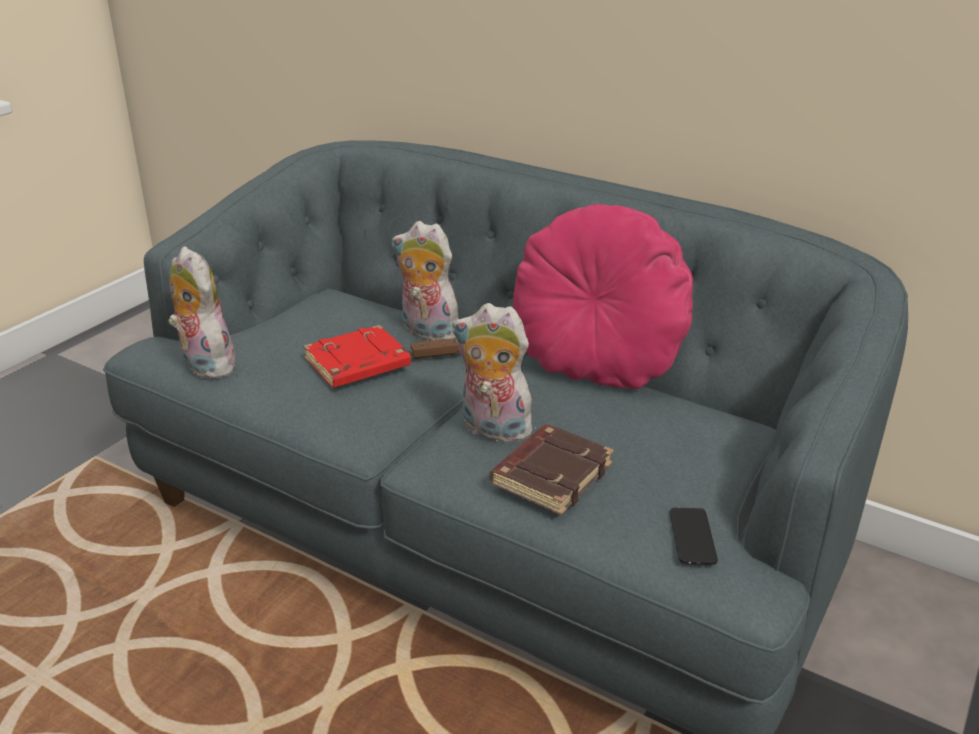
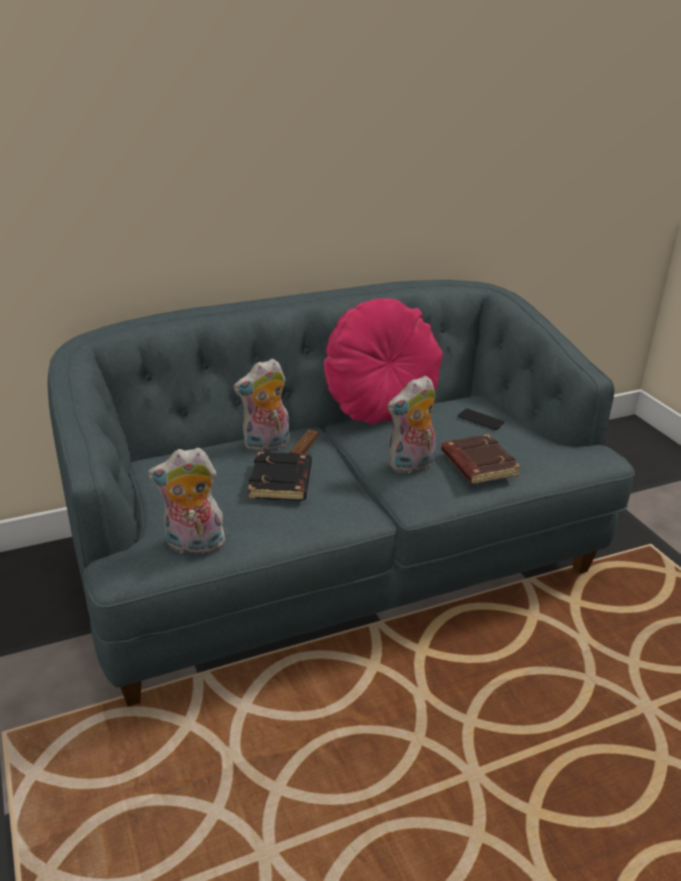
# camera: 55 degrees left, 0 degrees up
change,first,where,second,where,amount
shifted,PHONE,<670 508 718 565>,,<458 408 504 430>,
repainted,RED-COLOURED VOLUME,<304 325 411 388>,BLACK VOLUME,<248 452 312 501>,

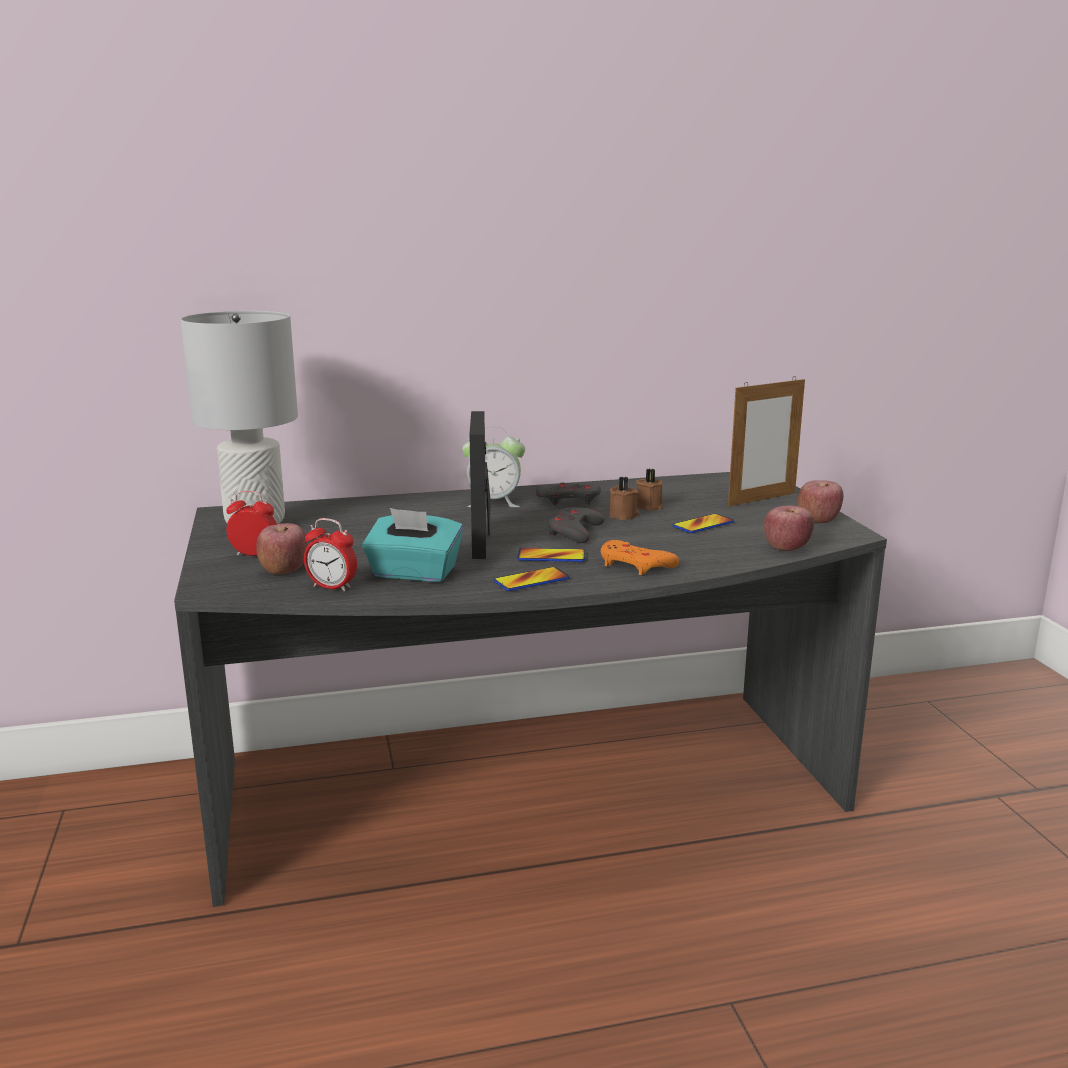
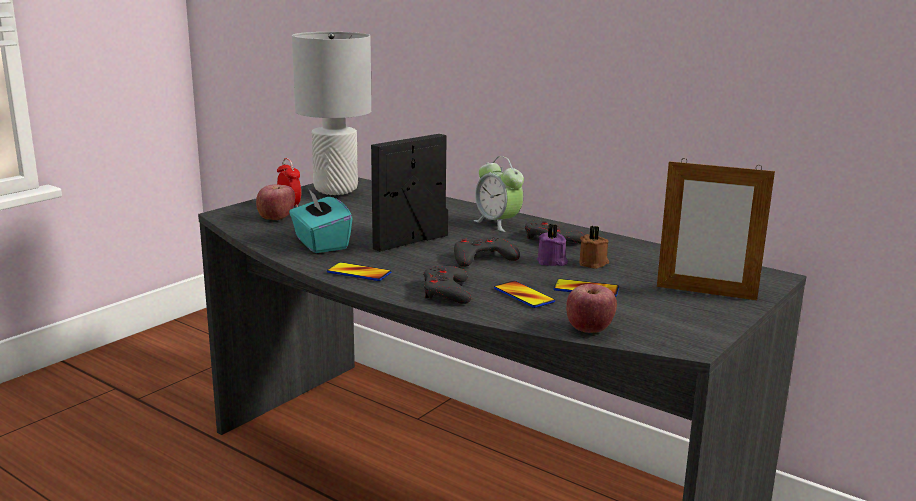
# camera: 50 degrees right, 0 degrees up
change,first,where,second,where,amount
gone,BEDSIDE CLOCK,<304 518 357 592>,,,
gone,APPLE FRUIT,<798 480 843 523>,,,
shifted,PHONE,<517 548 585 562>,,<494 281 555 308>,
repainted,ORANGE GAME CONTROLLER,<601 540 679 575>,GREYISH GAME CONTROLLER,<423 266 471 304>,
repainted,BROWN-COLOURED WAX LIGHT,<609 477 640 521>,PURPLISH WAX LIGHT,<537 224 568 266>,

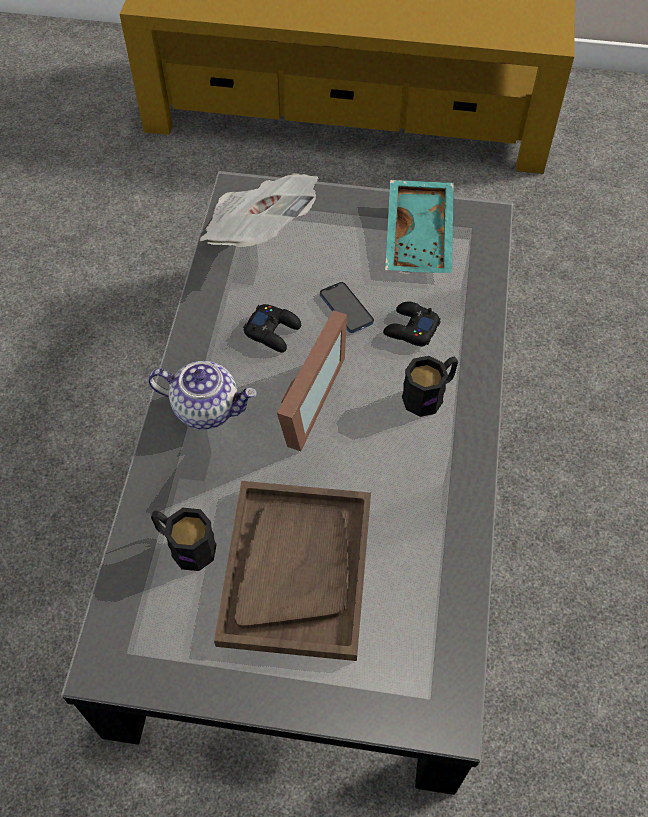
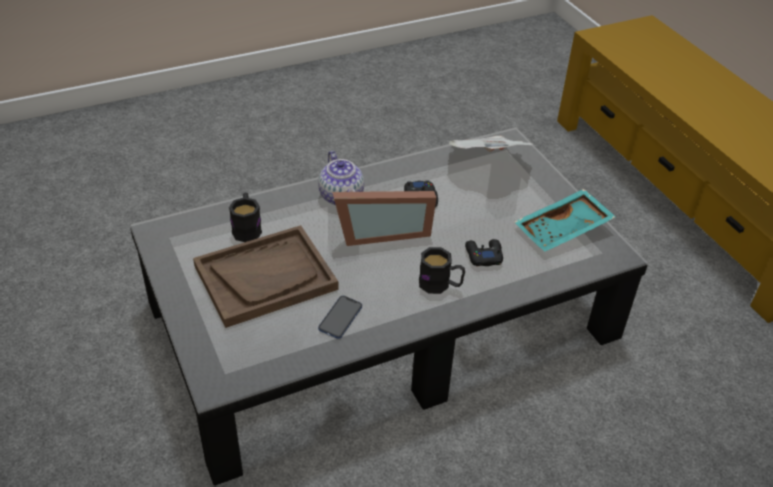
# camera: 55 degrees right, 15 degrees down
change,first,where,second,where,amount
shifted,PHONE,<320 282 374 333>,,<318 296 362 339>,

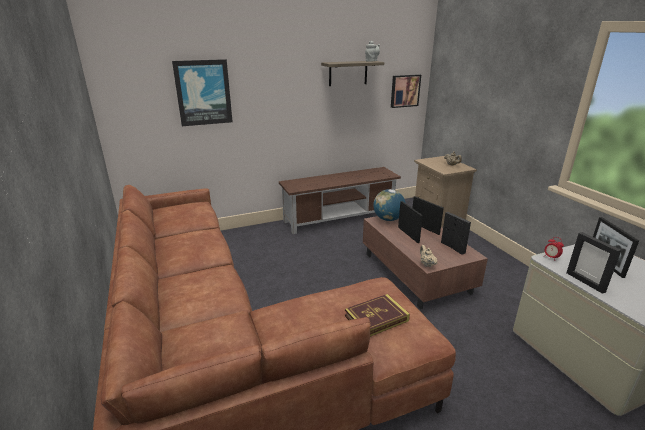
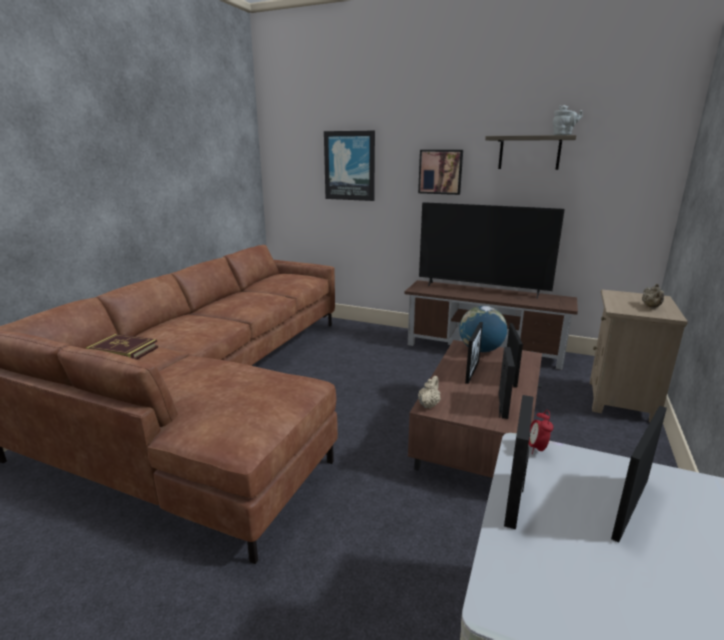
# camera: 45 degrees right, 5 degrees down
change,first,where,second,where,amount
new,,,TV,<419 202 565 299>,
shifted,VOLUME,<345 294 410 337>,,<86 334 158 360>,
shifted,WALL PICTURE,<391 74 421 108>,,<418 150 463 195>,

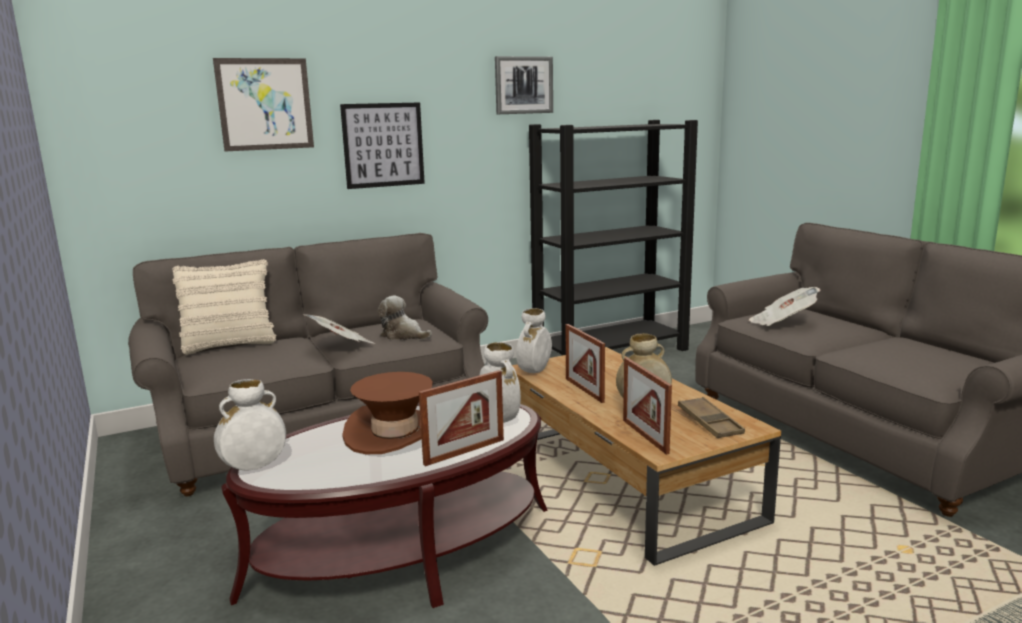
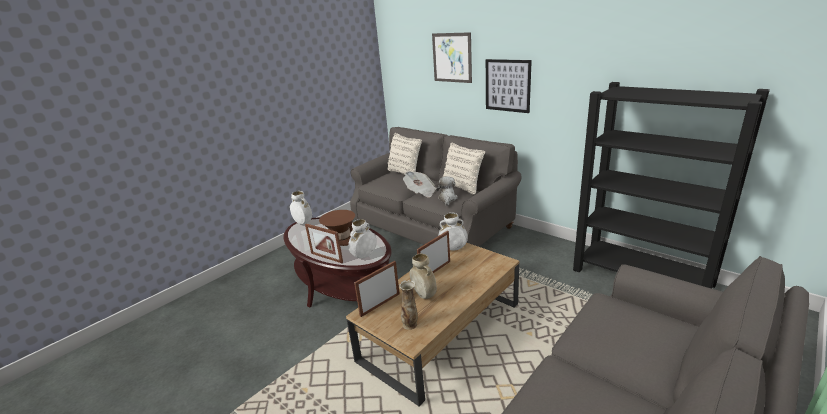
# camera: 70 degrees right, 10 degrees up
change,first,where,second,where,amount
gone,WALL PICTURE,<495 56 553 114>,,,
gone,PRINTED PAPER,<749 287 821 326>,,,
new,,,SAND-COLOURED THROW PILLOW,<443 142 485 195>,
swapped,BROWN-COLOURED CARRYING TRAY,<678 397 745 438>,DECORATIVE VASE,<399 280 418 330>,

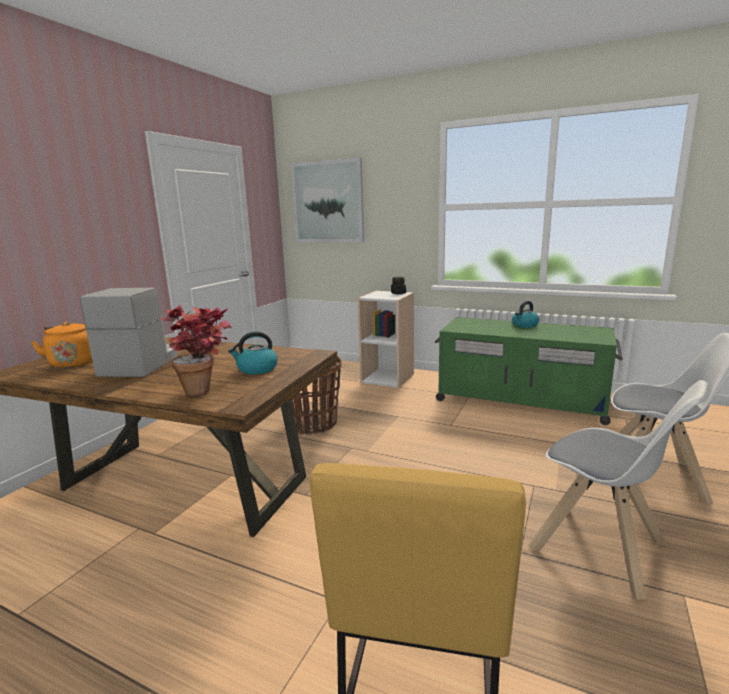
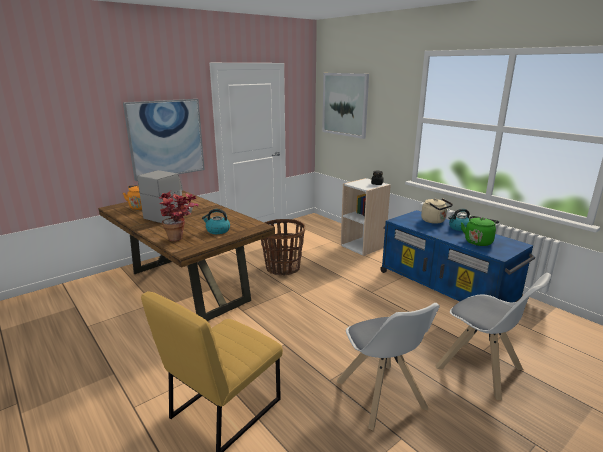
# camera: 25 degrees right, 5 degrees up
change,first,where,second,where,amount
new,,,WALL PICTURE,<123 99 205 181>,
new,,,SAND-COLOURED WATER KETTLE,<421 198 453 224>,
new,,,GREEN-COLOURED WATER KETTLE,<461 216 499 246>,
repainted,GREEN-COLOURED STORAGE CABINET,<435 317 623 425>,BLUISH STORAGE CABINET,<380 210 535 302>,

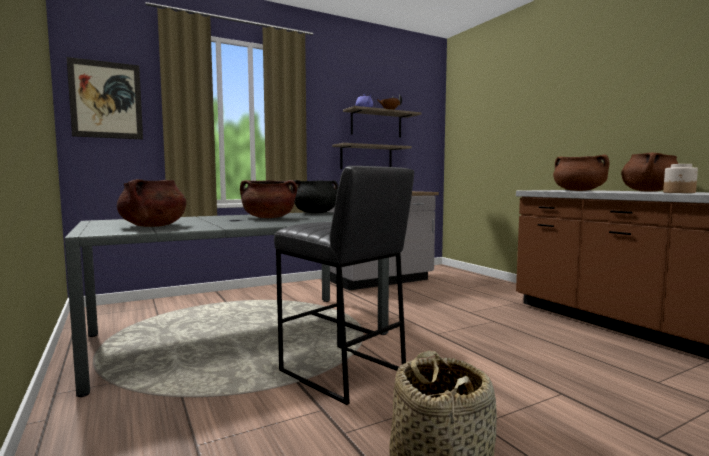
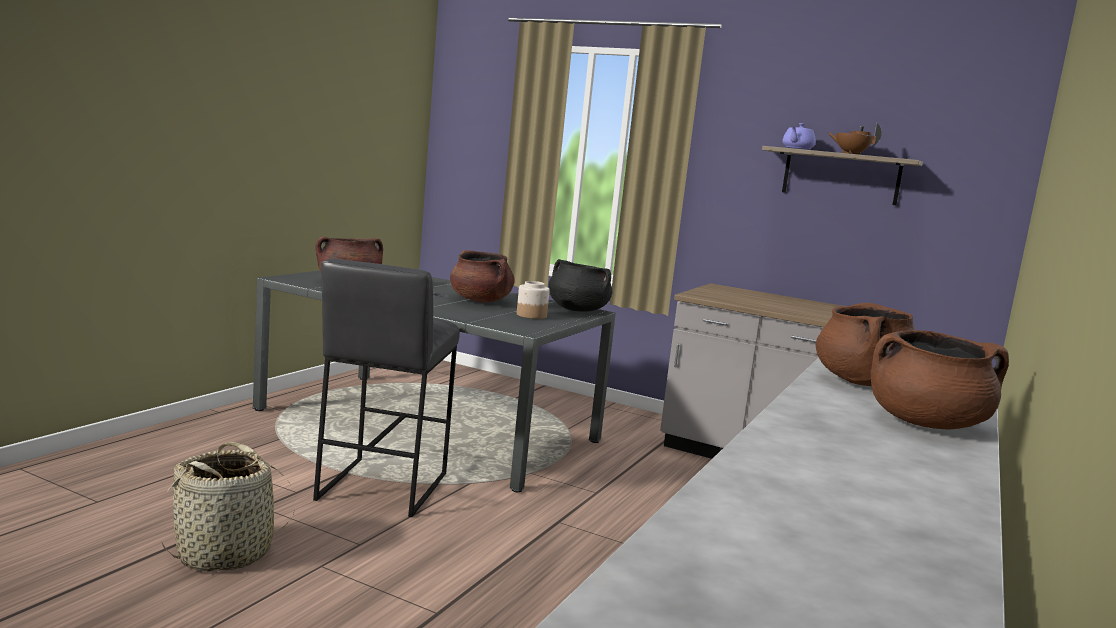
# camera: 55 degrees right, 5 degrees up
change,first,where,second,where,amount
gone,WALL PICTURE,<67 57 143 139>,,,
gone,SHELF,<332 143 412 169>,,,
shifted,JAR,<663 164 698 193>,,<517 281 550 319>,

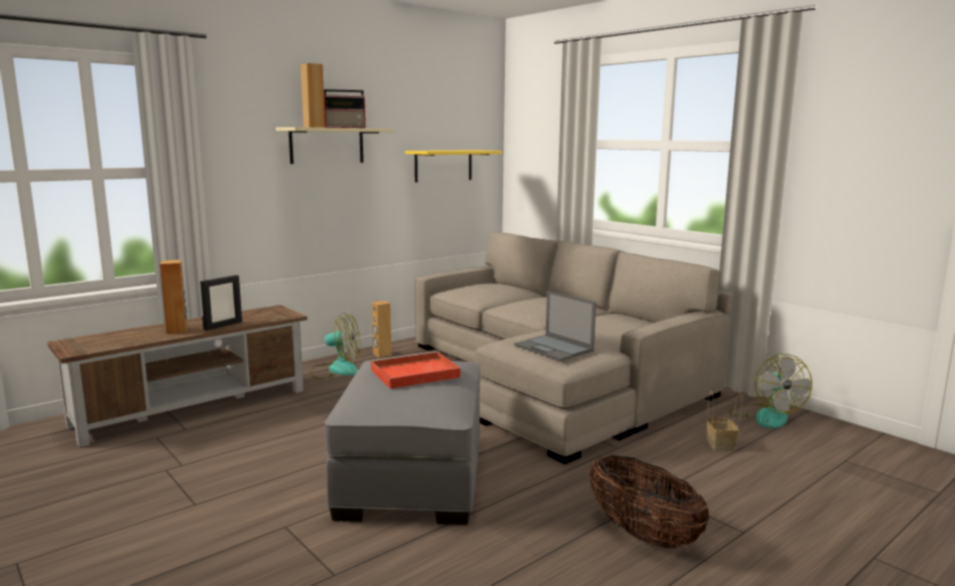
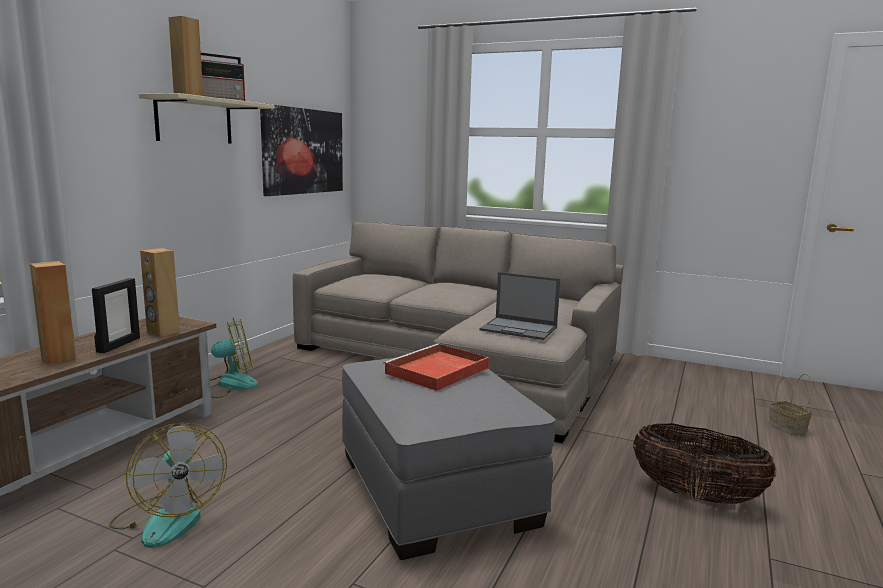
# camera: 25 degrees left, 0 degrees up
change,first,where,second,where,amount
shifted,BROWN-COLOURED AUDIO SPEAKER,<372 301 392 358>,,<140 248 180 337>,
shifted,STORAGE BASKET,<706 392 742 451>,,<768 373 812 436>,
shifted,ELECTRIC FAN,<729 354 812 429>,,<109 422 227 548>,
swapped,YELLOW SHELF,<405 150 502 182>,WALL PICTURE,<260 103 343 196>,

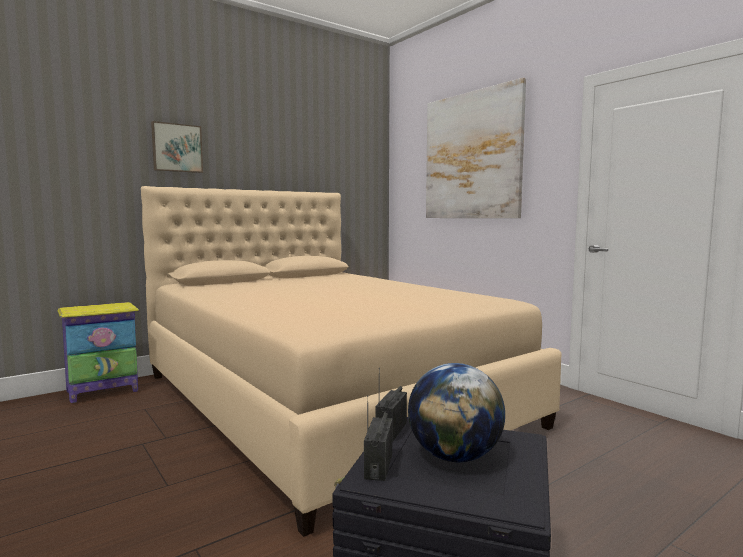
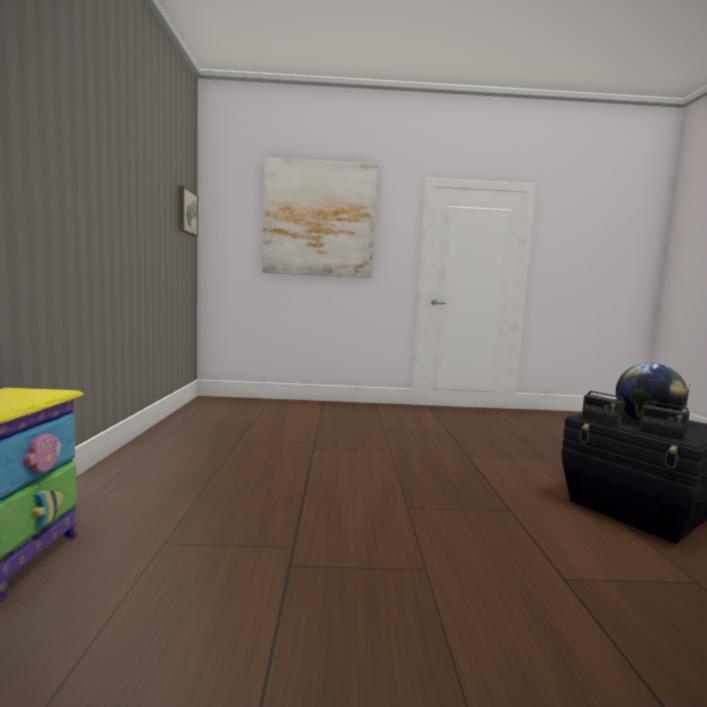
# camera: 55 degrees left, 0 degrees up
change,first,where,second,where,amount
gone,SAND-COLOURED SLEEPING BED,<141 186 562 537>,,,
shifted,WALL PICTURE,<151 121 203 173>,,<179 186 198 236>,

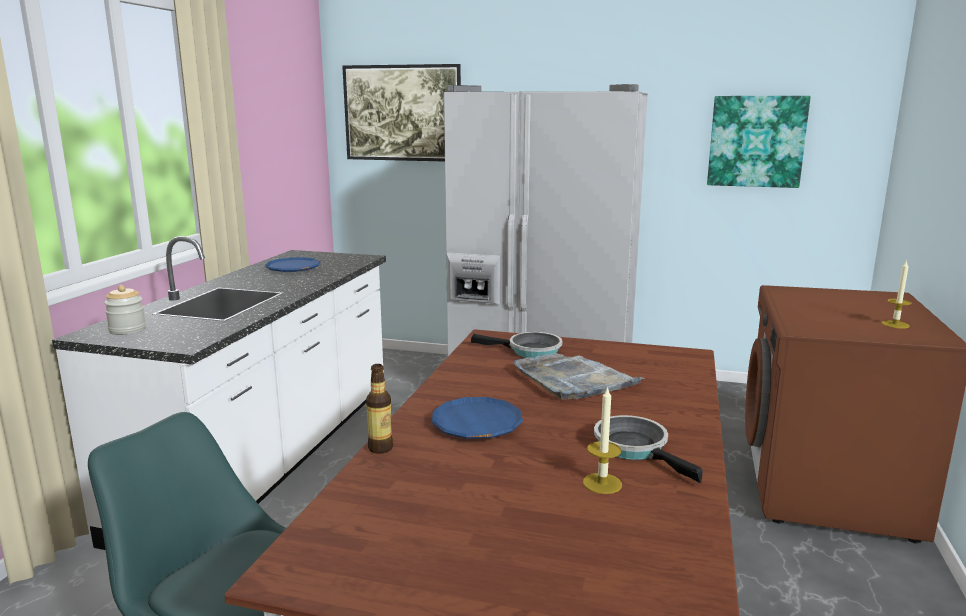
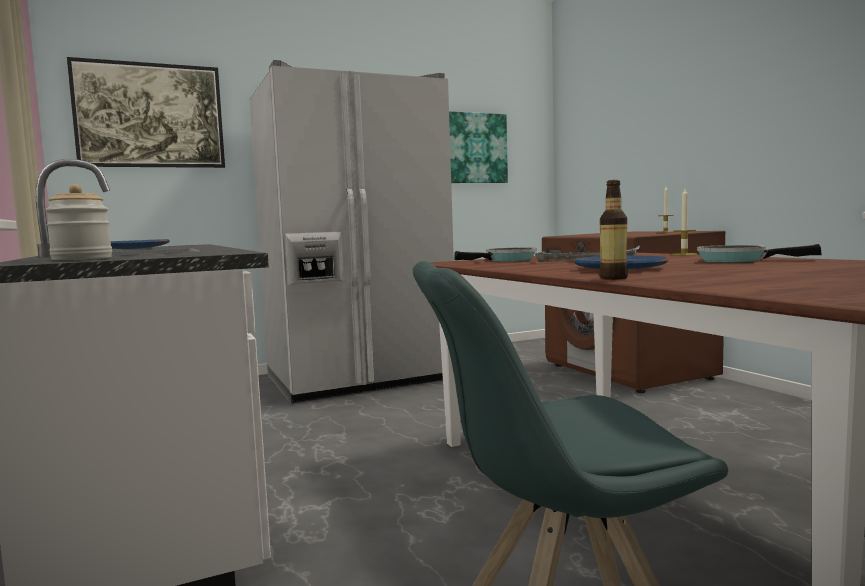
# camera: 40 degrees left, 10 degrees down
change,first,where,second,where,amount
shifted,WAX LIGHT,<583 386 622 494>,,<671 189 698 256>,

